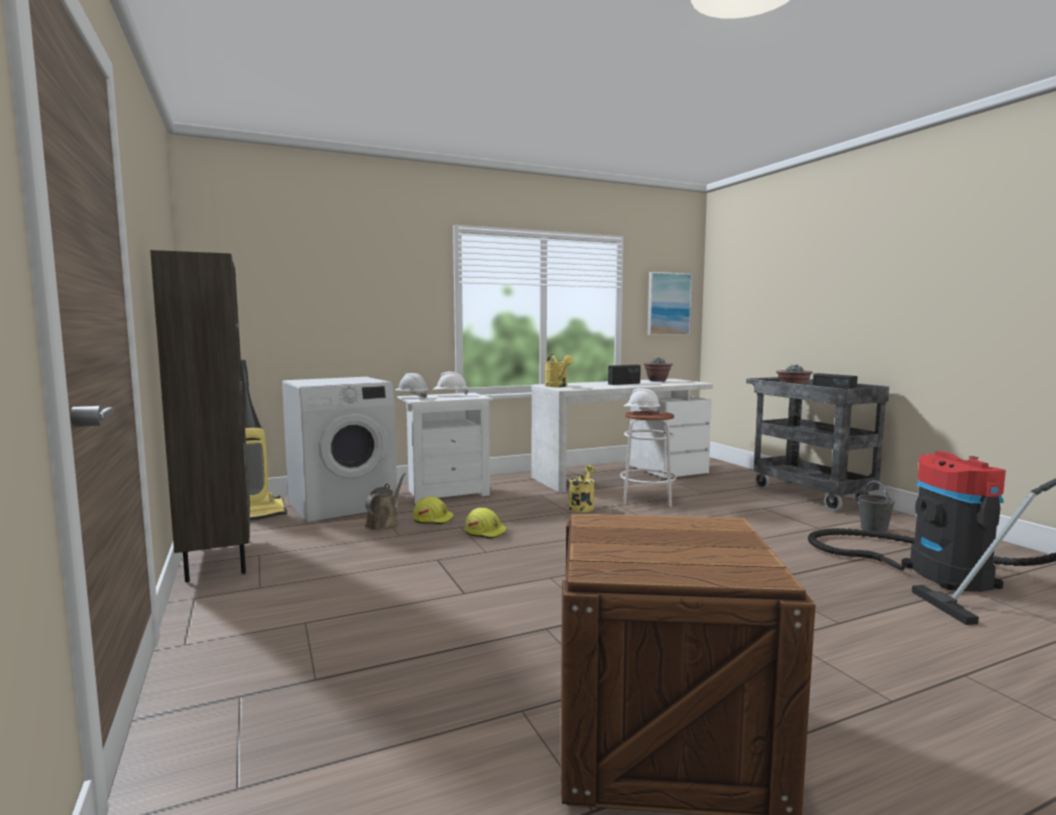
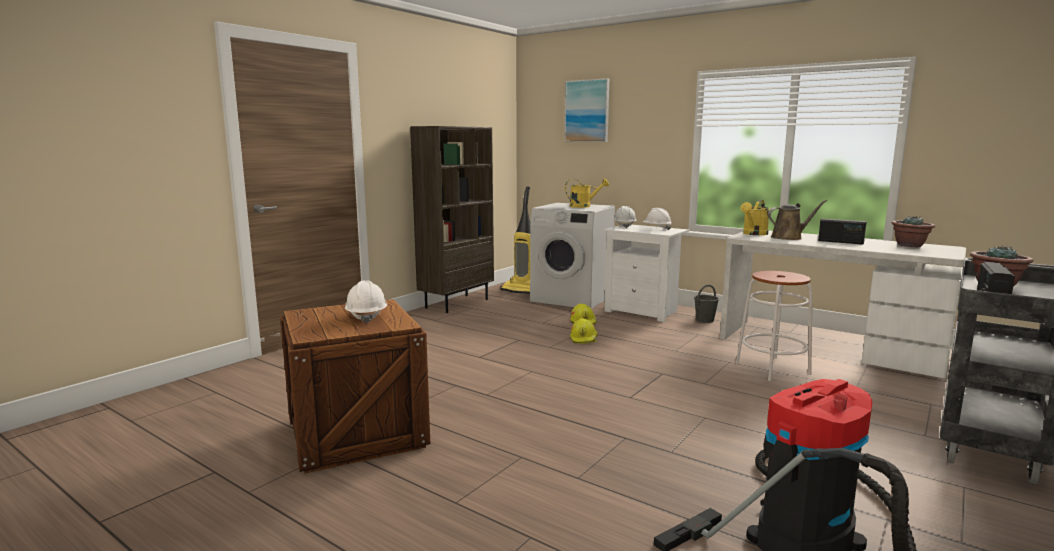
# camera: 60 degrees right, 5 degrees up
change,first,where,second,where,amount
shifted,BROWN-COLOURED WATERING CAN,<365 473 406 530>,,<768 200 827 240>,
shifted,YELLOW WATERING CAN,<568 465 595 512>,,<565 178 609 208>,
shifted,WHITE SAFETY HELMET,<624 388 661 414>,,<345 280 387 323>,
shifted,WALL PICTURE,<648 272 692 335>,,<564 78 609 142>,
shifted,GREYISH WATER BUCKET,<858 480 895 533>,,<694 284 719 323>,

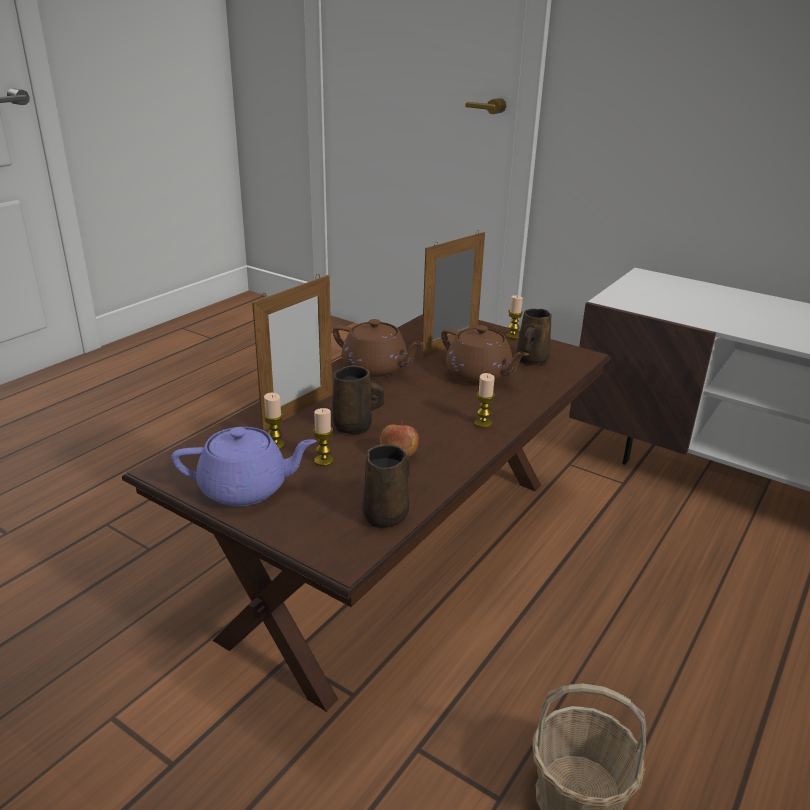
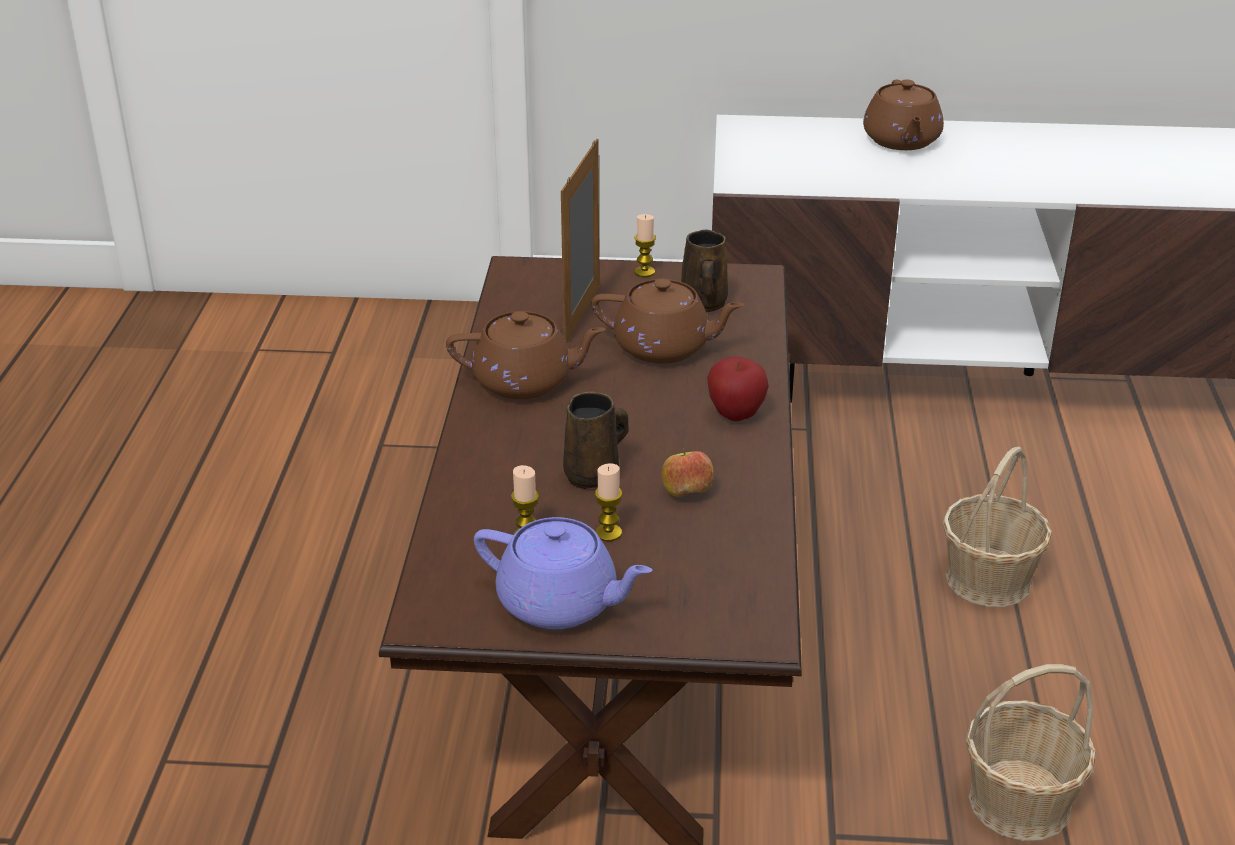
# camera: 30 degrees left, 5 degrees up
change,first,where,second,where,amount
gone,PICTURE FRAME,<252 275 332 431>,,,
gone,BROWN-COLOURED MUG,<362 444 410 529>,,,
new,,,BROWN-COLOURED POT FOR TEA,<863 79 944 150>,
new,,,STORAGE BASKET,<943 447 1052 607>,
swapped,WAX LIGHT,<475 373 495 428>,APPLE FRUIT,<707 356 769 421>,
rotated,PURPLISH POT FOR TEA,<172 427 316 506>,,<474 517 652 629>,60 degrees clockwise

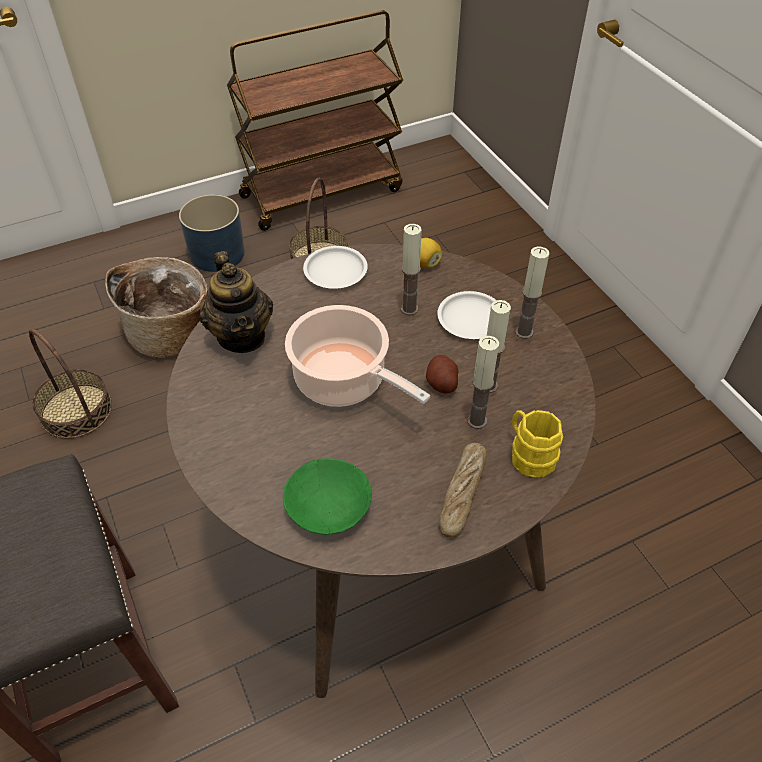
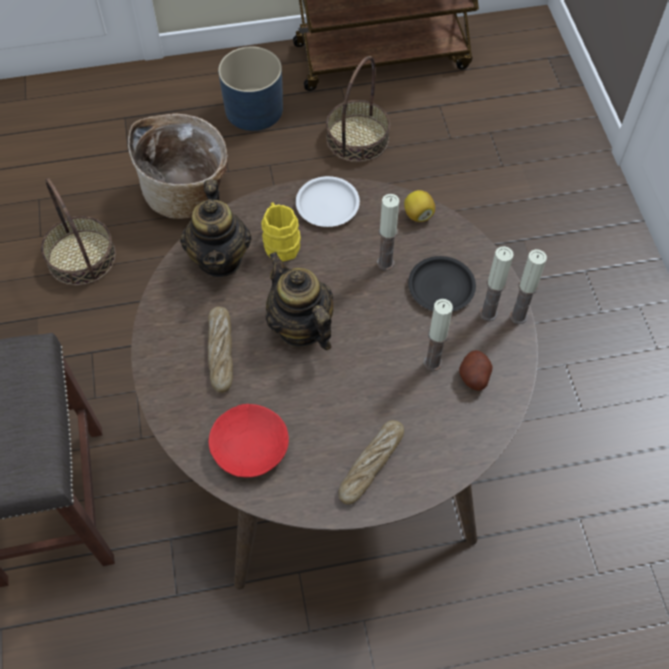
# camera: 15 degrees right, 10 degrees up
change,first,where,second,where,amount
new,,,BAKERY BREAD,<208 306 233 393>,
shifted,SPUD,<426 355 459 394>,,<459 350 493 391>,
shifted,WAX LIGHT,<467 336 499 429>,,<509 249 547 324>,
shifted,YELLOW MUG,<512 410 563 478>,,<261 202 301 262>,
swapped,SAUCEPOT,<285 305 430 407>,POT FOR TEA,<266 252 334 350>,
repainted,GREEN-COLOURED DEEP DISH,<283 458 372 535>,RED-COLOURED DEEP DISH,<209 404 289 478>,
repainted,WHITE PLATE,<437 291 496 339>,BLACK PLATE,<408 256 476 312>,

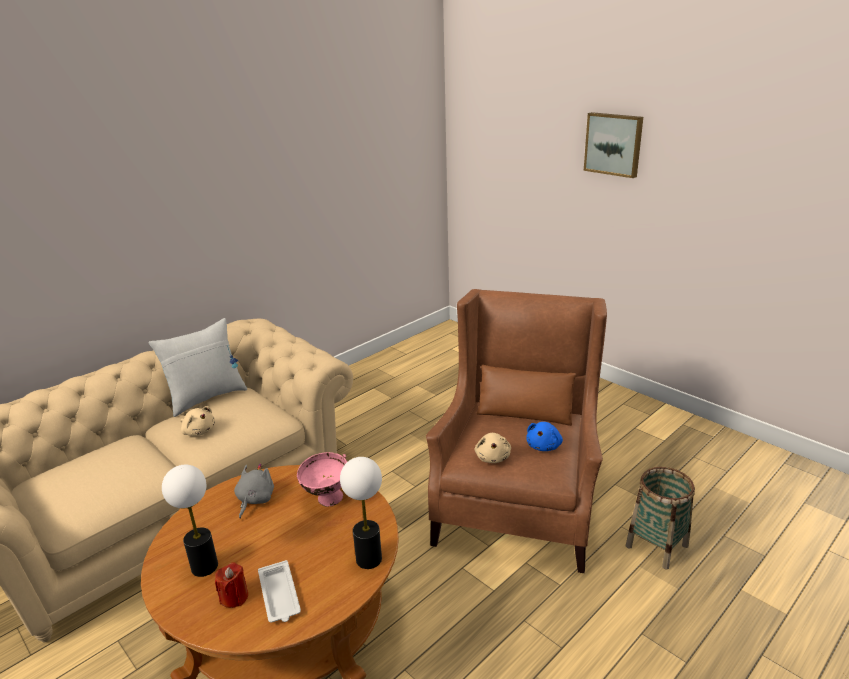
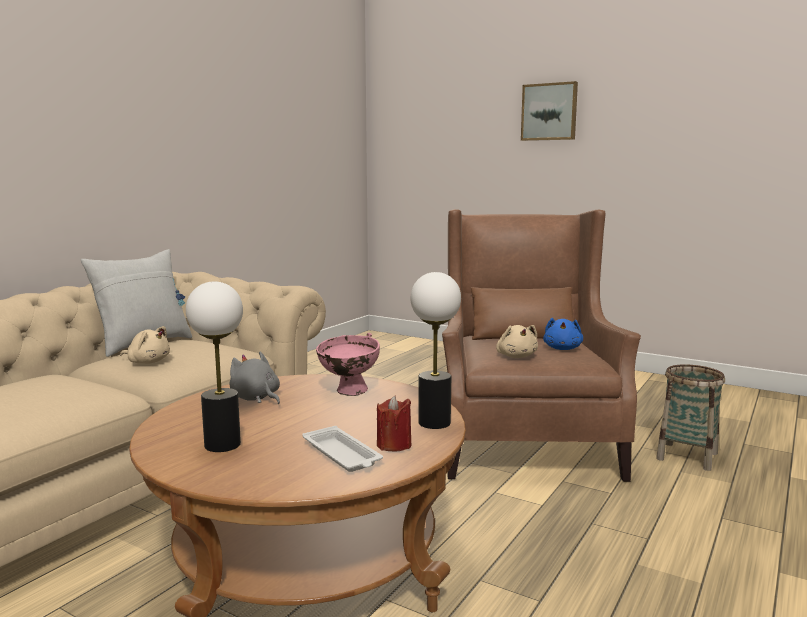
# camera: 15 degrees left, 15 degrees down
change,first,where,second,where,amount
shifted,RED-COLOURED WAX LIGHT,<215 562 248 608>,,<377 396 411 451>,
rotated,GREYISH CUDDLY TOY,<234 463 274 519>,,<229 352 280 404>,45 degrees counterclockwise

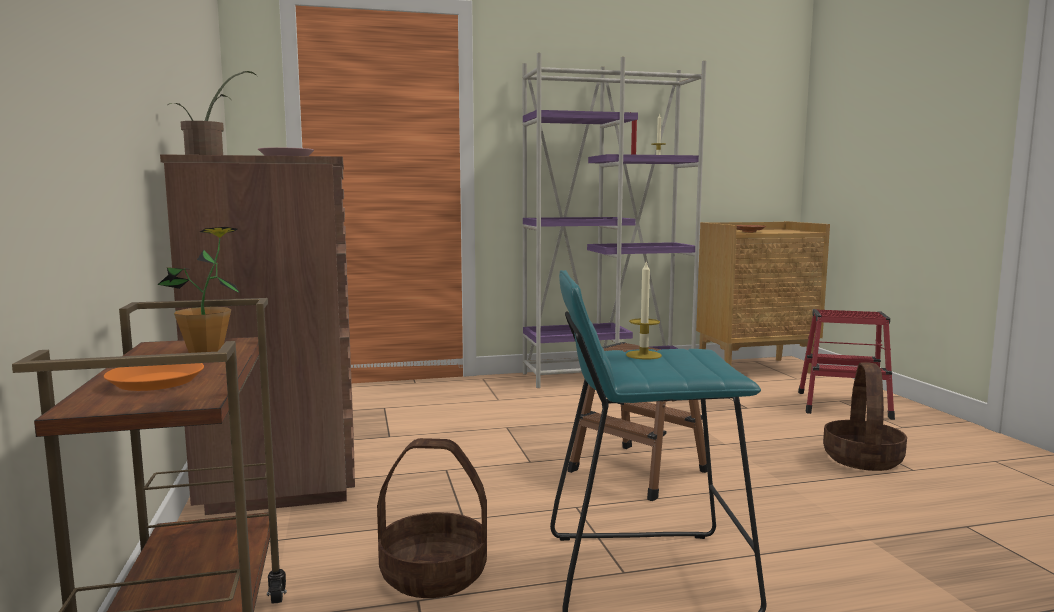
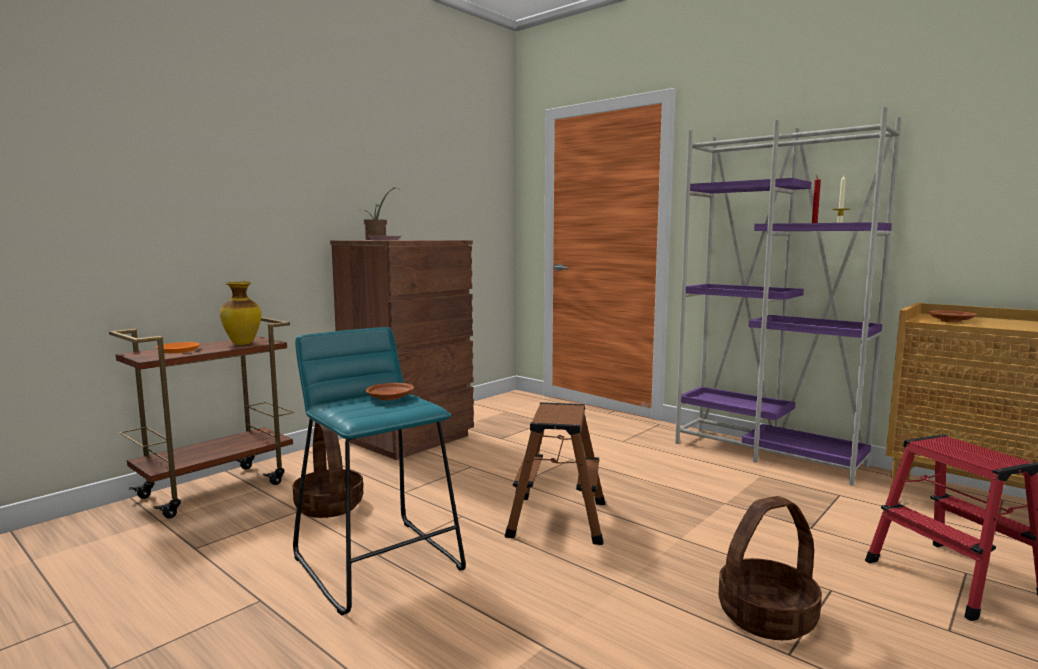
# camera: 55 degrees right, 0 degrees up
change,first,where,second,where,amount
swapped,POTTED PLANT,<158 227 240 353>,DECORATIVE VASE,<220 282 261 345>,
swapped,WAX LIGHT,<626 262 662 359>,BROWN-COLOURED PLATE,<365 383 414 400>,

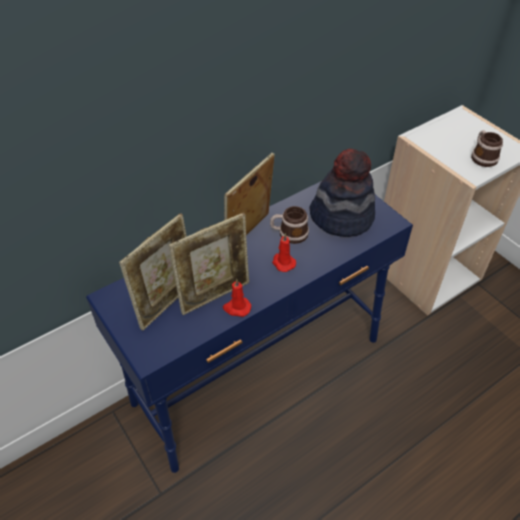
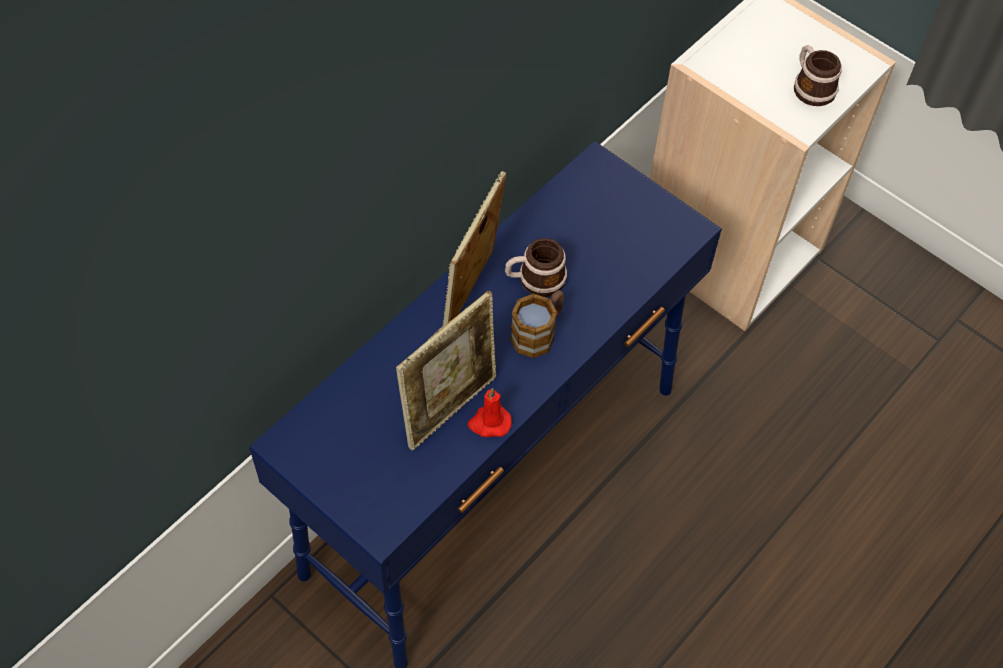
# camera: 15 degrees left, 10 degrees up
change,first,where,second,where,amount
gone,PICTURE FRAME,<119 213 187 331>,,,
gone,HAT,<309 149 375 237>,,,
swapped,RED-COLOURED WAX LIGHT,<272 233 296 272>,MUG,<510 290 564 358>,

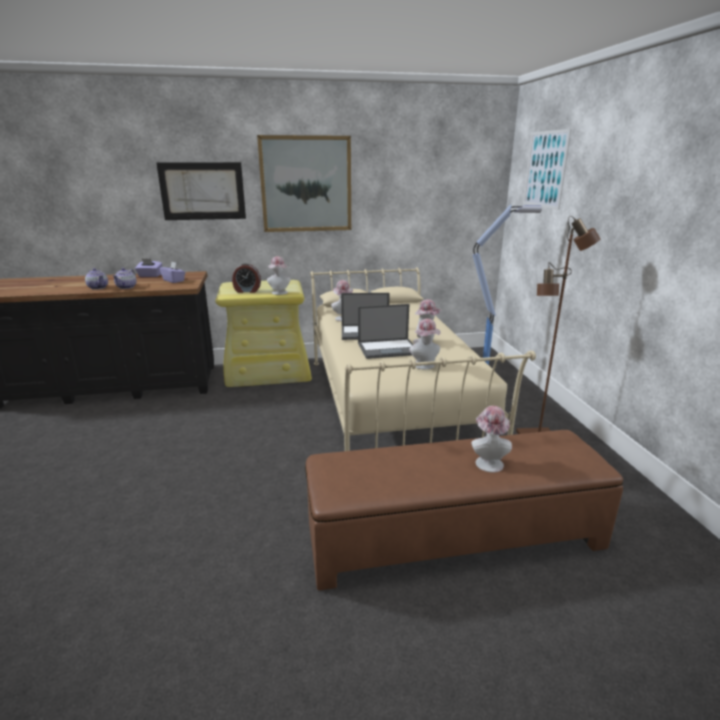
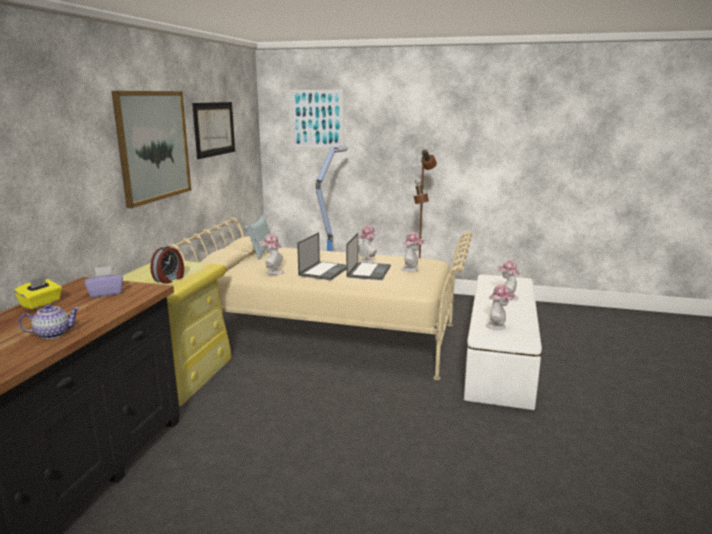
# camera: 65 degrees left, 5 degrees down
change,first,where,second,where,amount
gone,POT FOR TEA,<113 268 136 289>,,,
new,,,BLUISH THROW PILLOW,<245 215 271 259>,
shifted,WALL PICTURE,<156 162 246 220>,,<192 102 235 159>,
shifted,HAT,<267 256 291 295>,,<486 285 516 330>,
repainted,PURPLISH TISSUE HOLDER,<135 258 162 277>,YELLOW TISSUE HOLDER,<14 276 62 310>,
repainted,BROWN-COLOURED INDOOR BENCH,<305 430 623 591>,WHITE INDOOR BENCH,<464 275 542 410>,

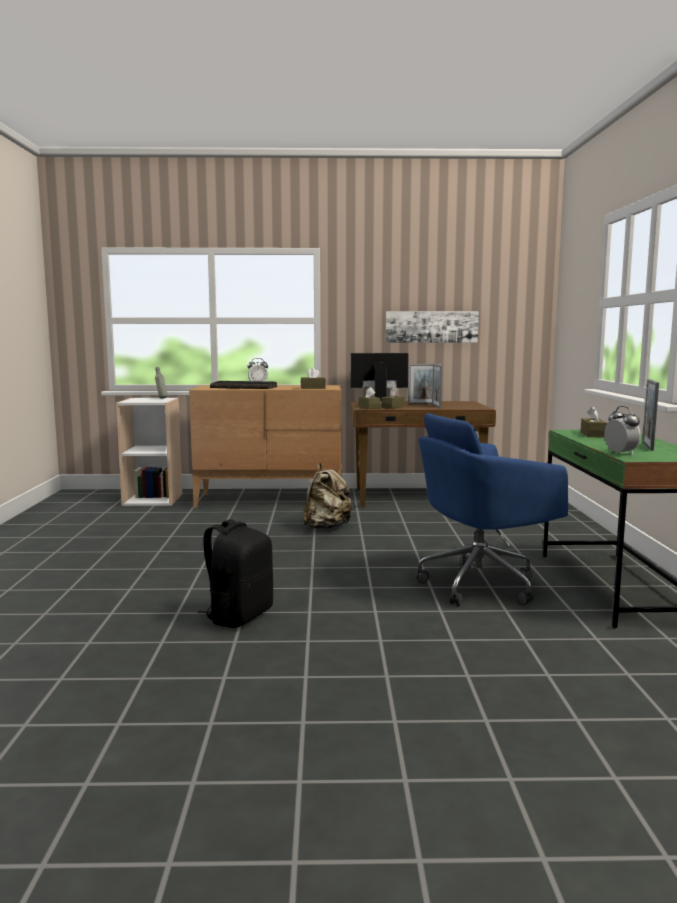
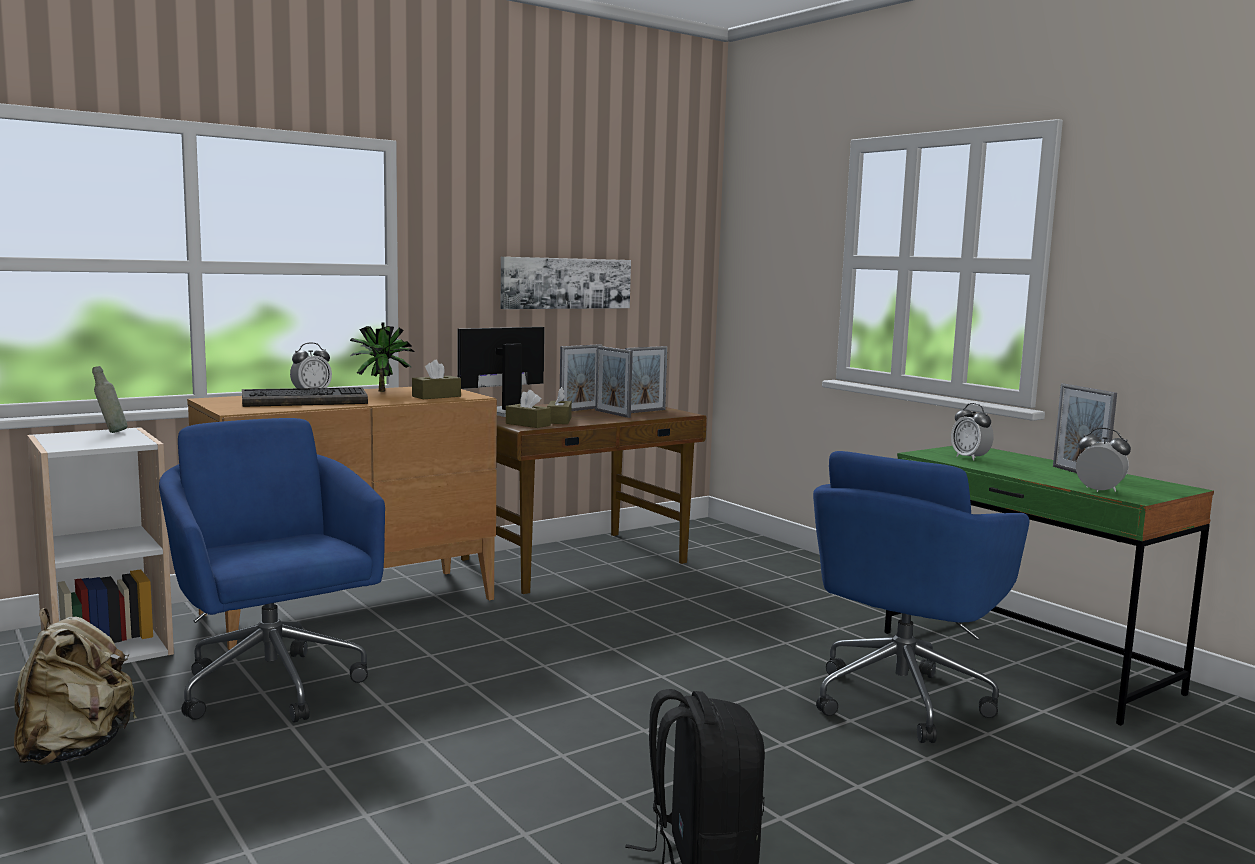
# camera: 35 degrees left, 0 degrees up
change,first,where,second,where,amount
new,,,BLUISH OFFICE CHAIR,<159 418 385 722>,
new,,,POTTED PLANT,<350 323 414 392>,
new,,,PICTURE FRAME,<625 346 668 413>,
shifted,SAND-COLOURED BACKPACK,<303 463 353 529>,,<14 608 137 765>,
swapped,BROWN-COLOURED TISSUE HOLDER,<581 406 607 438>,BEDSIDE CLOCK,<951 403 994 461>,

